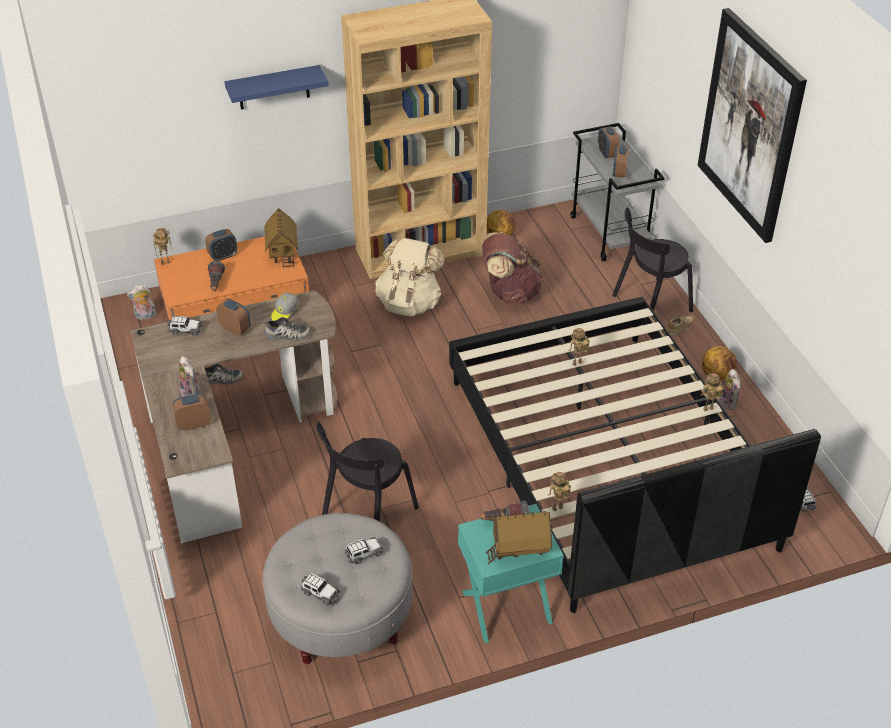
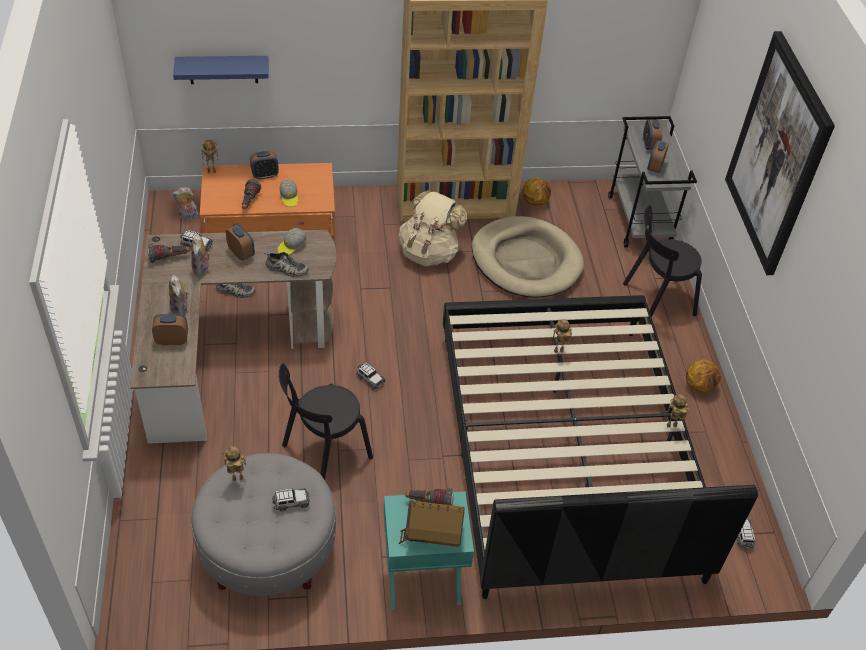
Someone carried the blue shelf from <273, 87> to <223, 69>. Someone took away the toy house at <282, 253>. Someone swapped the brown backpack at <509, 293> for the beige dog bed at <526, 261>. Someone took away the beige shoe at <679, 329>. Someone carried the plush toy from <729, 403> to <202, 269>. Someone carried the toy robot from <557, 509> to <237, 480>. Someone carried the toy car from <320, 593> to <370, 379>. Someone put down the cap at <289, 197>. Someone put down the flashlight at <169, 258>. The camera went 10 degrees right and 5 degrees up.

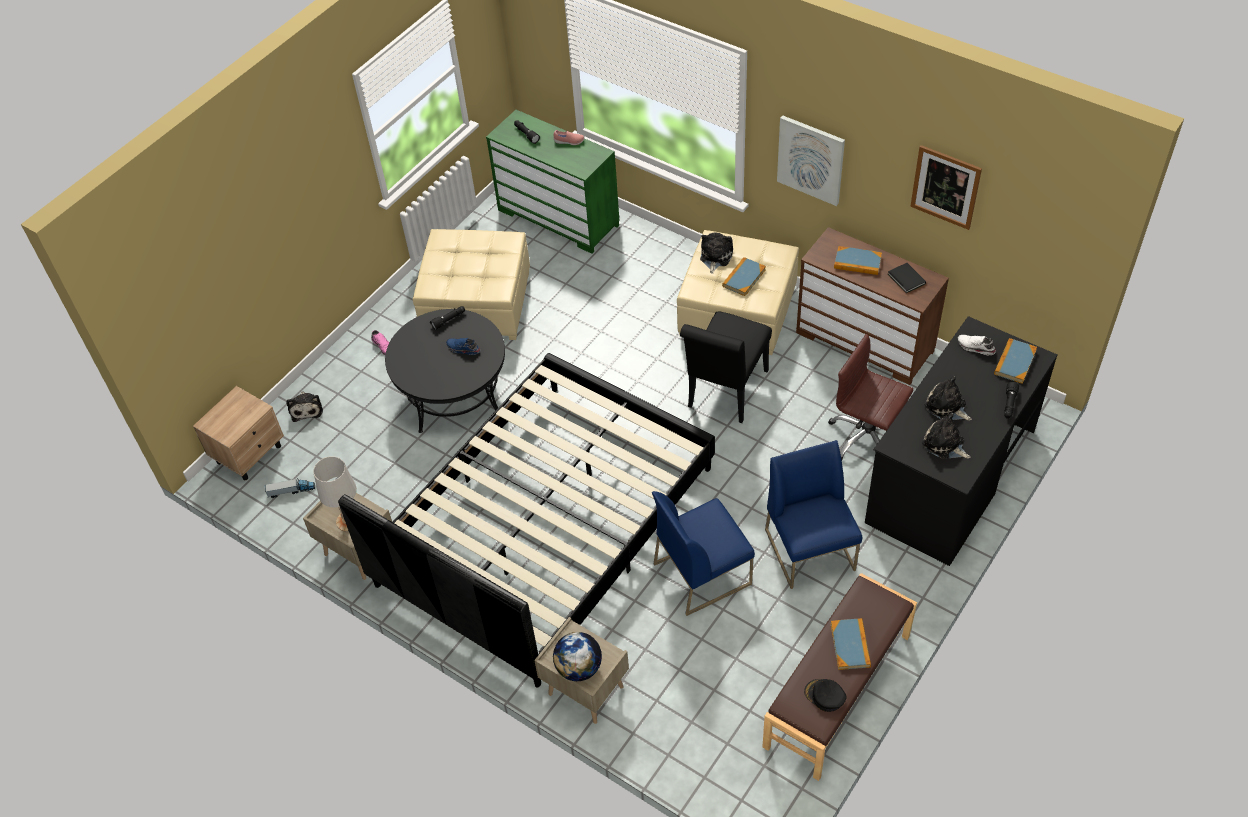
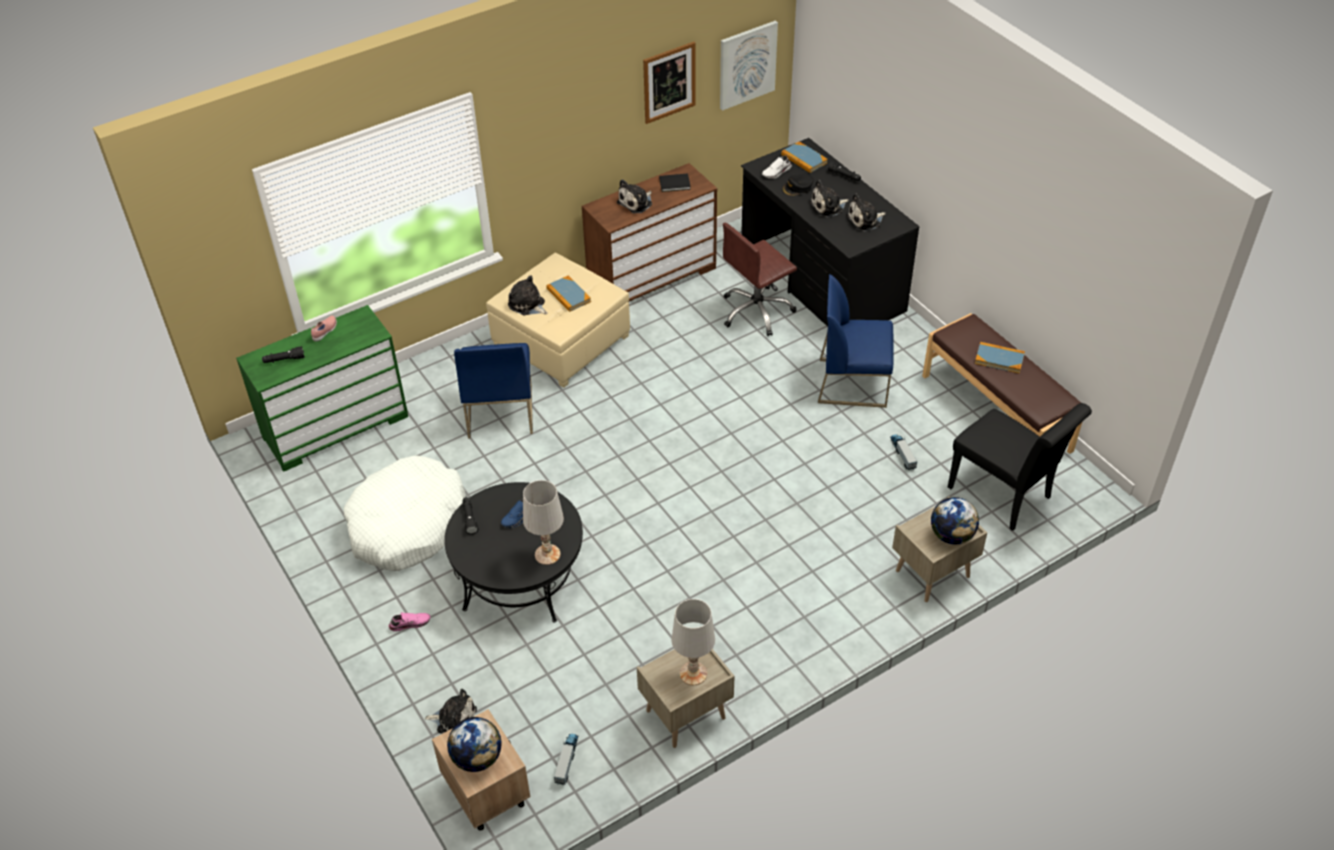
Someone carried the picture from <811, 159> to <747, 64>. Someone swapped the beige ottoman at <478, 303> for the white dog bed at <407, 525>. Someone swapped the book at <857, 262> for the plush toy at <636, 203>. Someone carried the black chair from <725, 393> to <1005, 496>. Someone took away the black bed at <545, 526>. Someone carried the blue chair from <702, 573> to <499, 410>. Someone carried the black cap from <824, 696> to <797, 188>. Someone put down the toy truck at <902, 454>. Someone put down the white table lamp at <547, 554>. Someone put down the globe at <477, 758>. The camera went 70 degrees left and 5 degrees down.

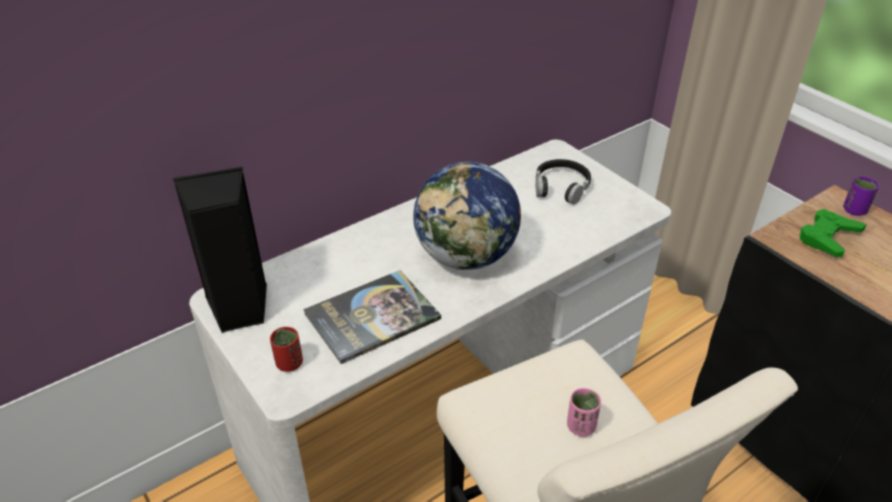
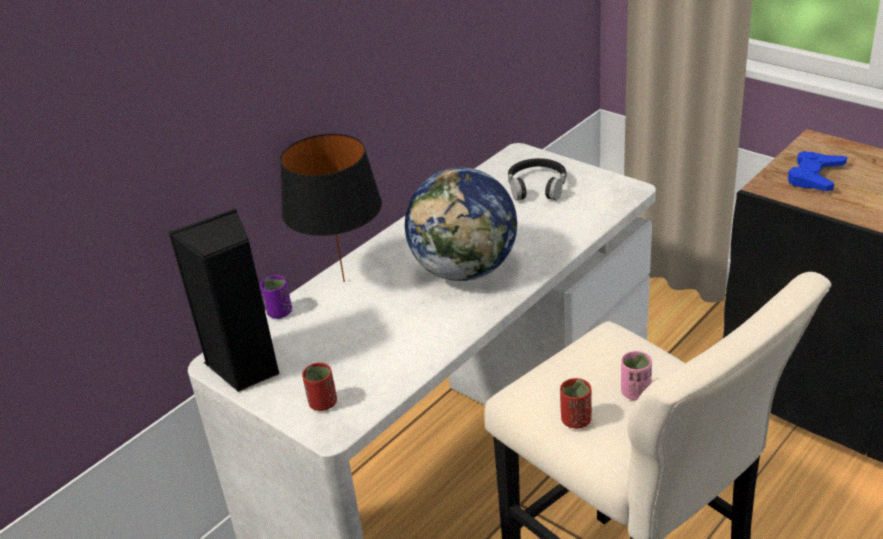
Someone carried the purple cup from <854, 210> to <279, 312>. Someone repainted the green game controller at <828, 237>, which became the blue game controller at <815, 176>. Someone took away the book at <372, 316>. Someone put down the black table lamp at <343, 280>. Someone put down the red cup at <576, 420>. The camera went 10 degrees left and 5 degrees down.

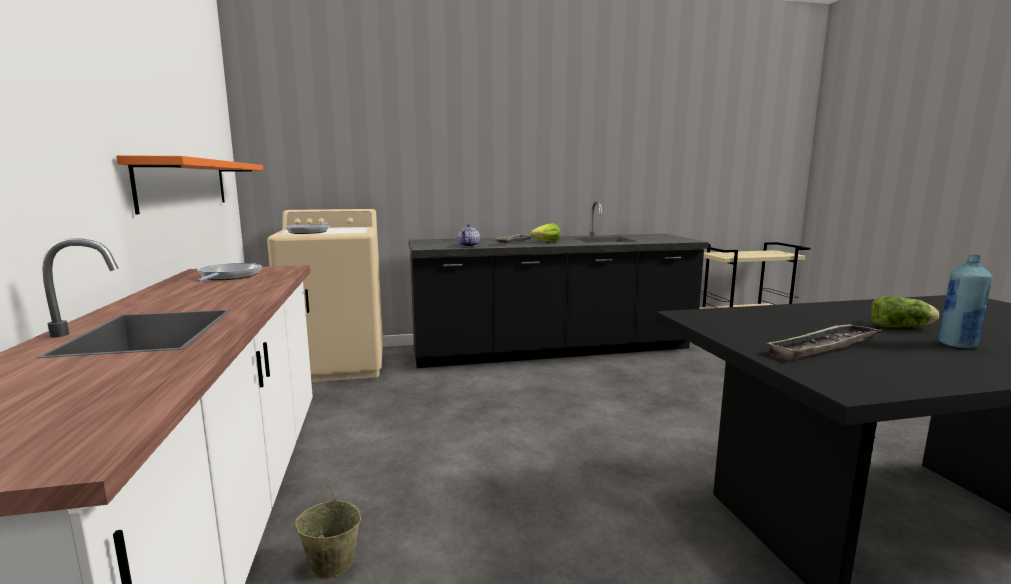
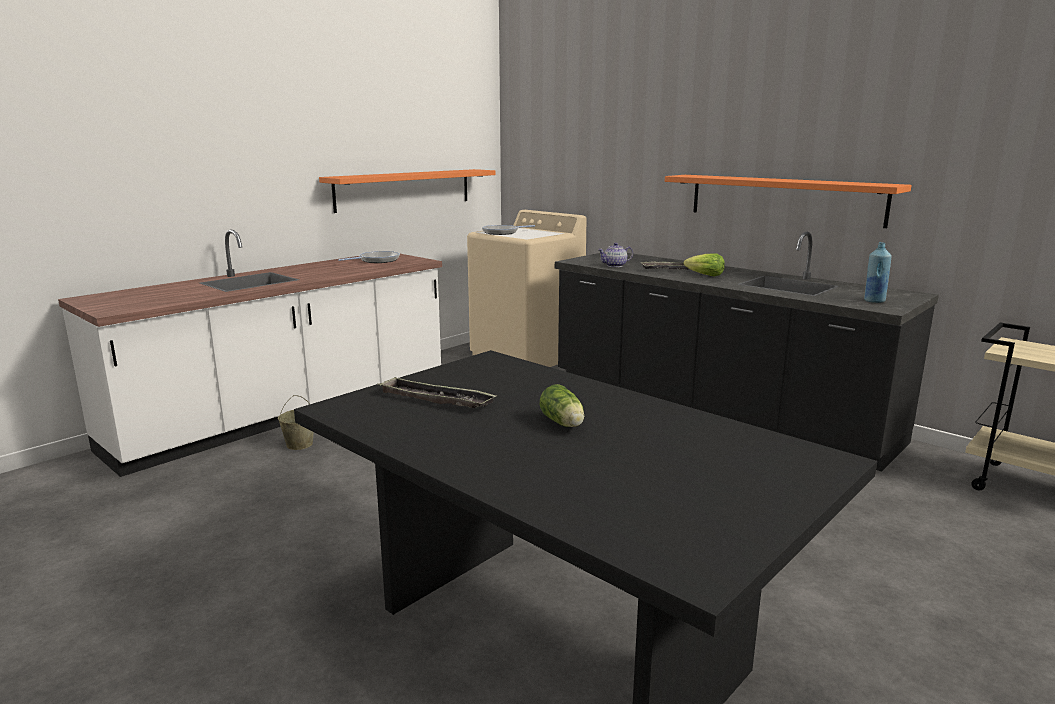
Someone carried the blue bottle from <957, 344> to <874, 301>. Someone put up the orange shelf at <784, 199>. The camera went 55 degrees right and 5 degrees up.

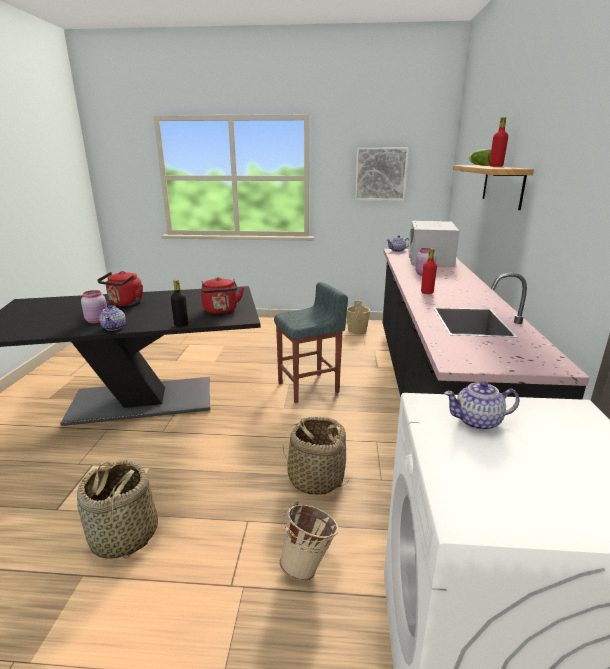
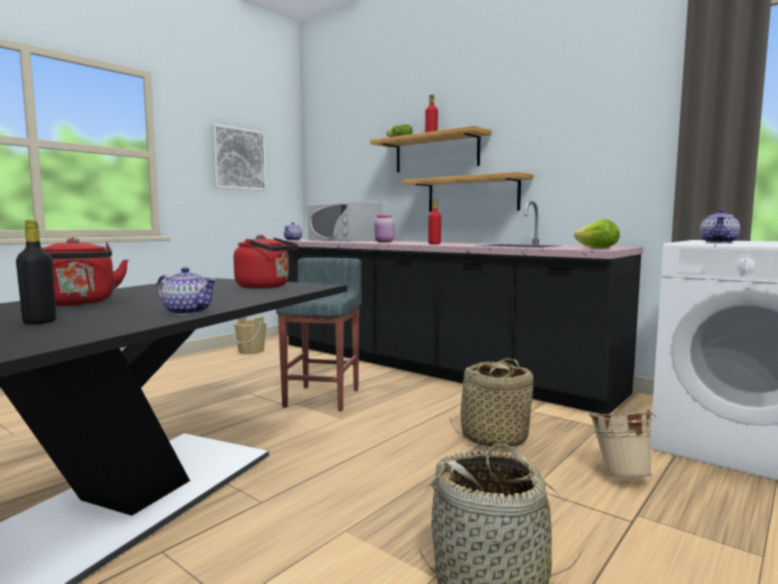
Someone carried the black bottle from <181, 324> to <40, 322>. Someone took away the pink jar at <98, 321>. Someone put up the shelf at <472, 194>. Someone put down the lettuce at <597, 248>. The camera went 55 degrees left and 15 degrees down.

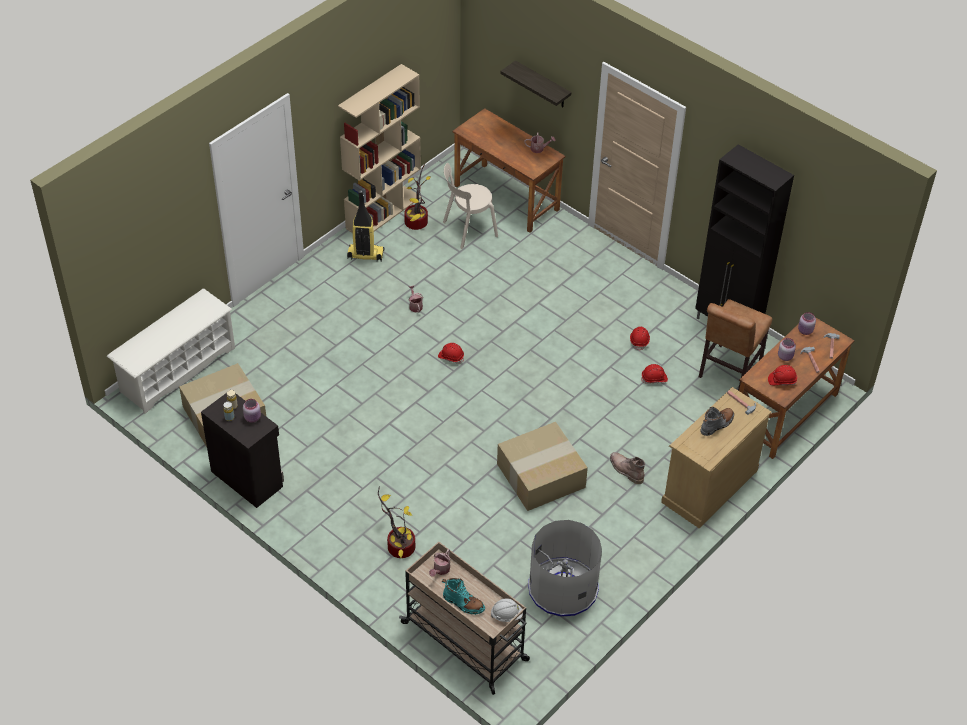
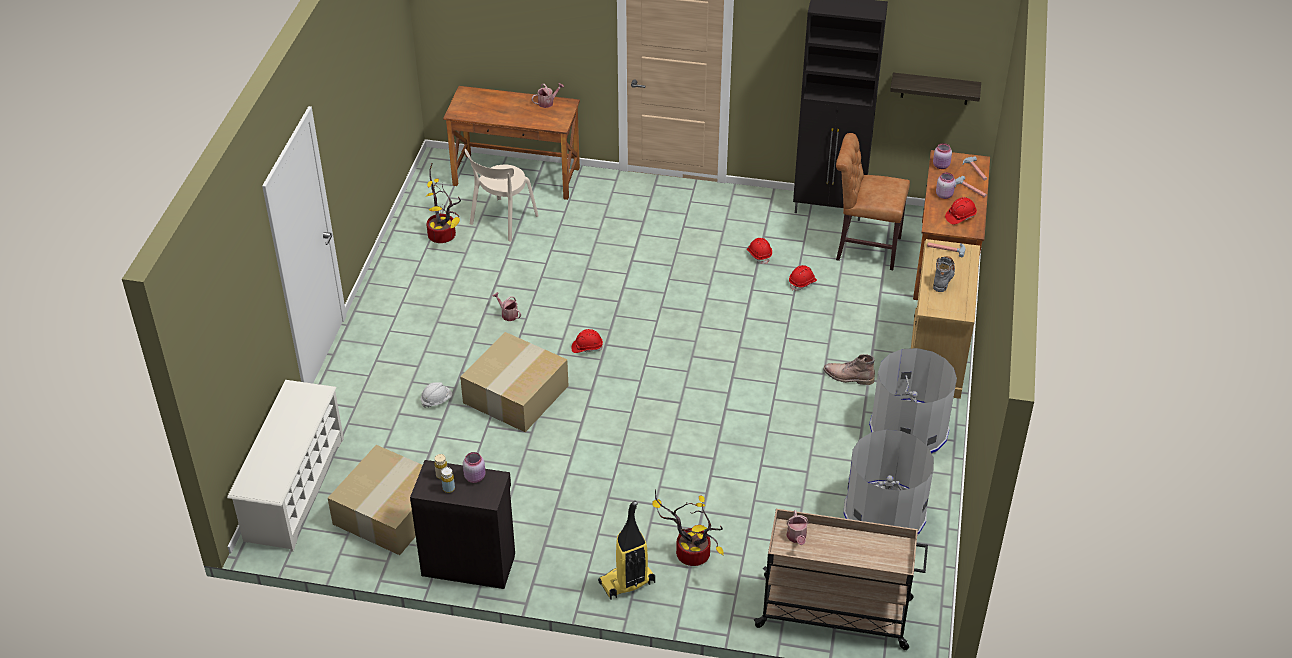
Someone carried the shelf from <542, 85> to <935, 88>. Someone took away the beige bookcase at <383, 212>. Someone carried the vacuum cleaner from <365, 255> to <627, 583>. Someone rotated the brown chair at <728, 372> by 105 degrees clockwise. Someone carried the cardboard box from <540, 477> to <516, 395>. Someone took away the turquoise boot at <463, 603>. Someone carried the white hard hat from <506, 615> to <436, 400>. Someone put down the grey trash can at <908, 429>. The camera went 30 degrees left and 5 degrees down.

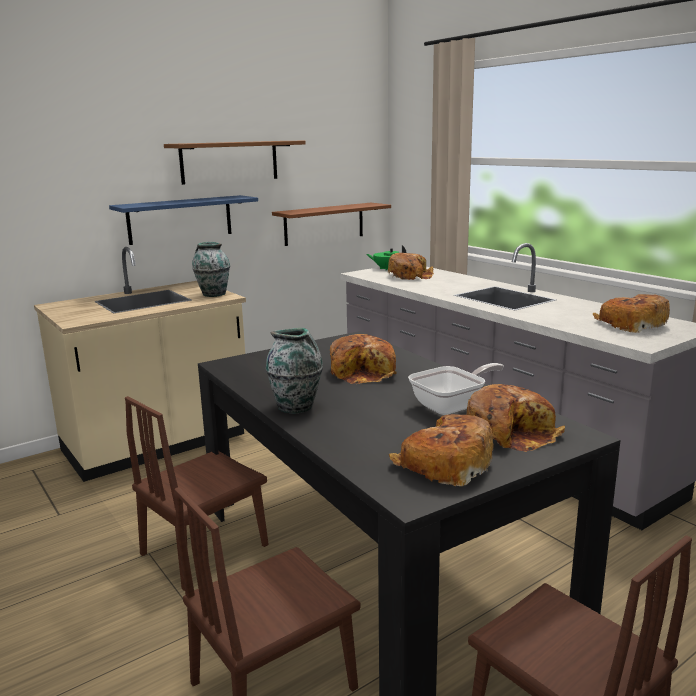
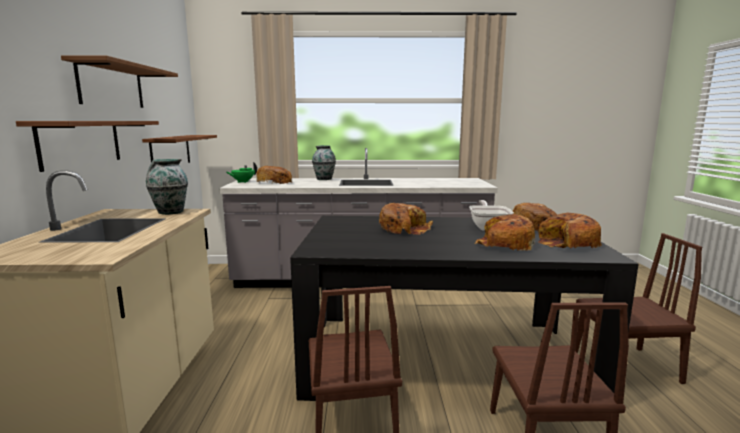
Someone repainted the blue shelf at <180, 219>, which became the brown shelf at <81, 143>. Someone carried the bread from <631, 325> to <503, 244>. Someone carried the vase from <296, 407> to <324, 179>. The camera went 55 degrees left and 5 degrees down.

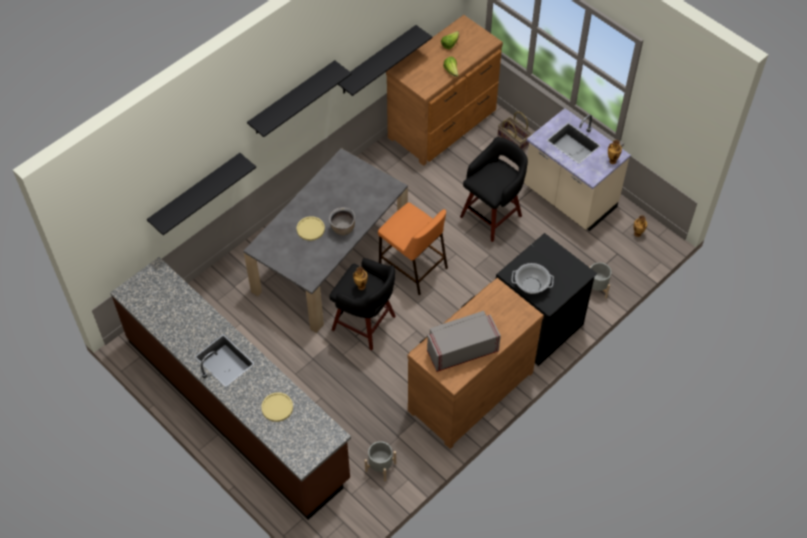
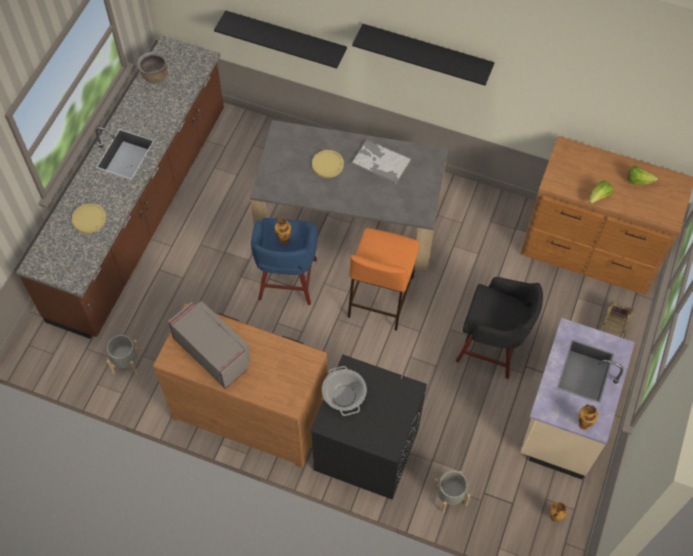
Someone took away the black shelf at <376, 60>. Someone carried the brown cooking pot from <343, 229> to <155, 76>. Someone repainted the black stool at <365, 324>, which became the blue stool at <287, 281>. Someone put down the tray at <380, 162>. The camera went 65 degrees right and 5 degrees up.

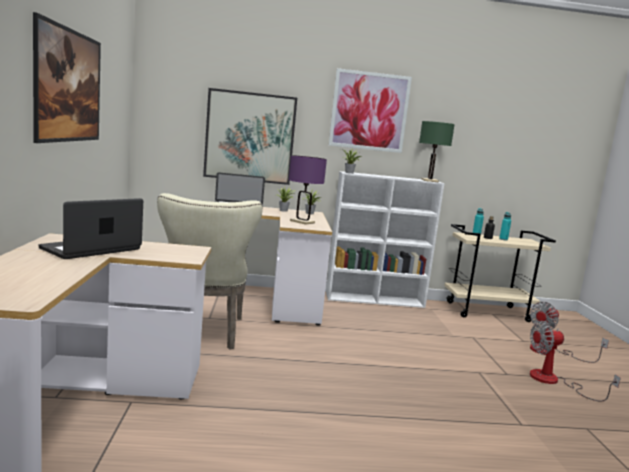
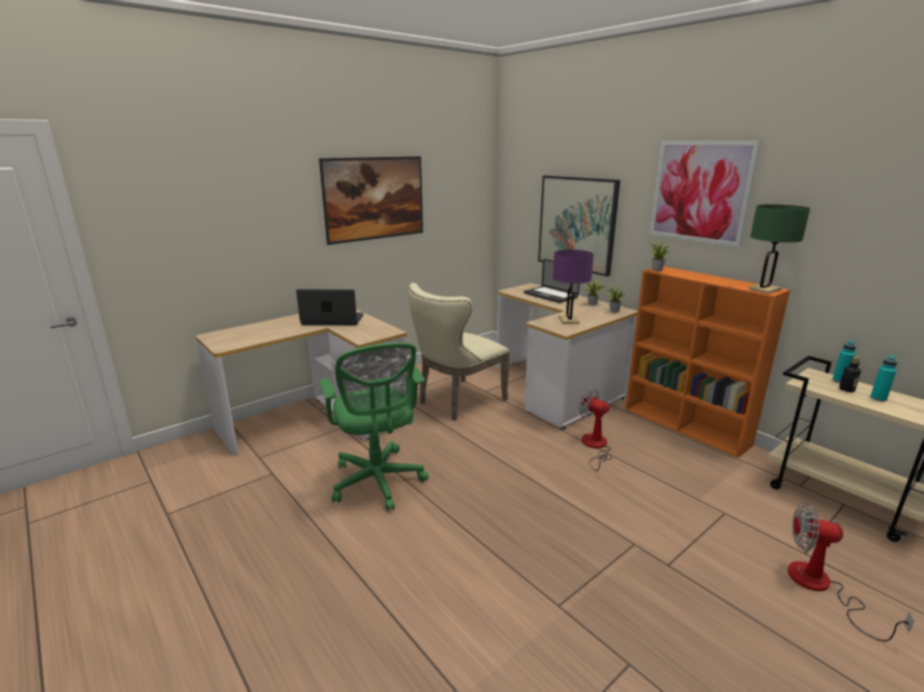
Someone repainted the white bookcase at <375, 299>, which became the orange bookcase at <686, 427>. Someone carried the fan from <554, 381> to <595, 447>. Someone put down the green office chair at <378, 483>. The camera went 55 degrees right and 10 degrees up.

